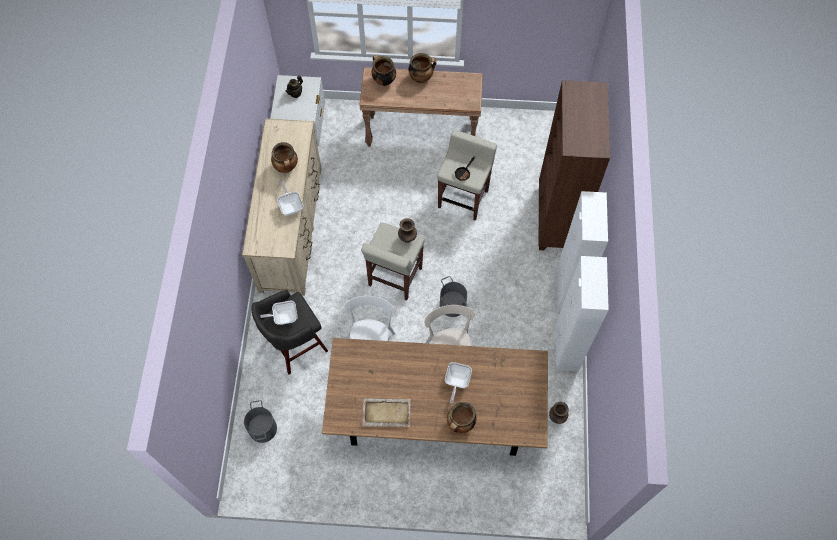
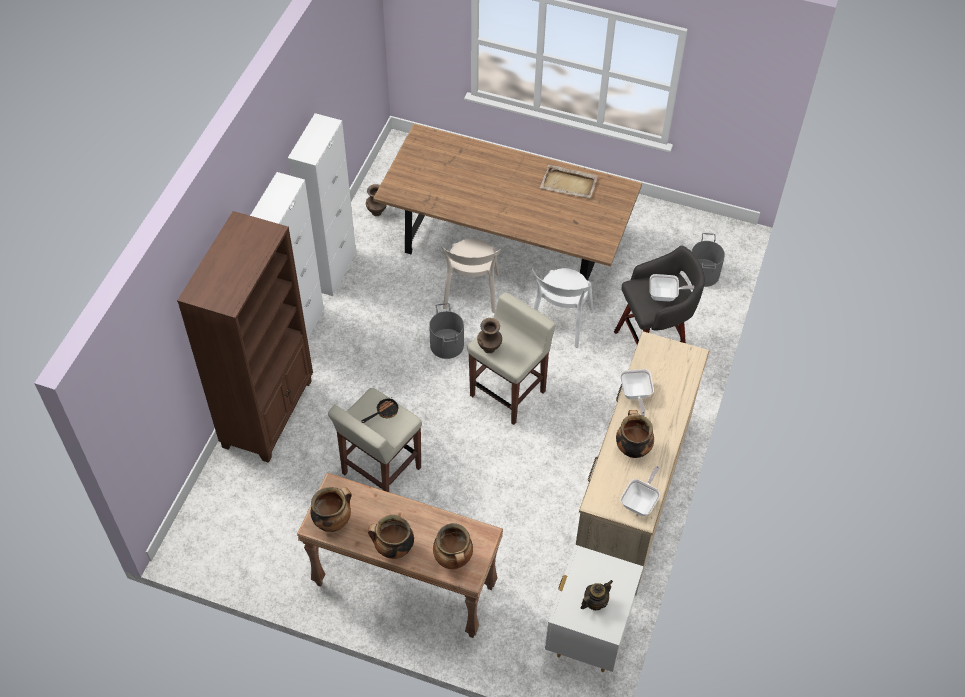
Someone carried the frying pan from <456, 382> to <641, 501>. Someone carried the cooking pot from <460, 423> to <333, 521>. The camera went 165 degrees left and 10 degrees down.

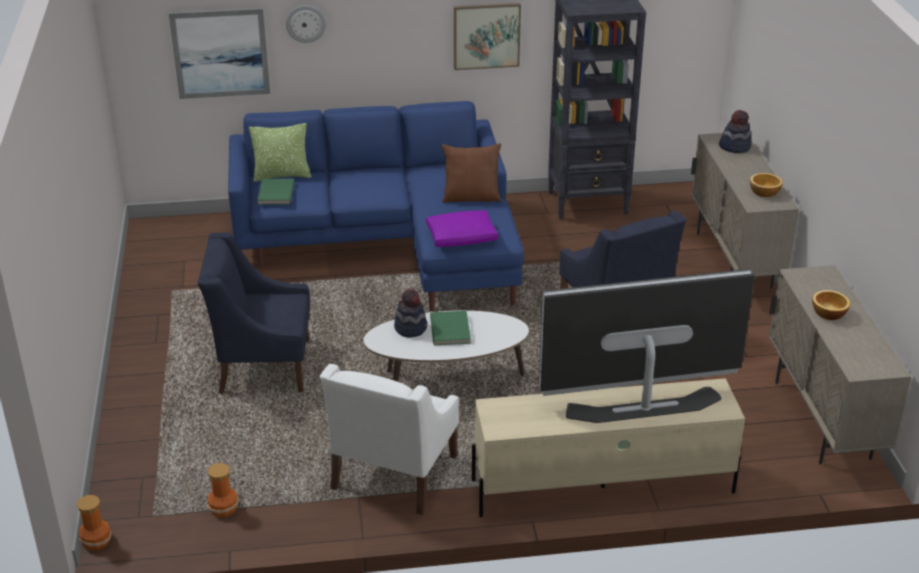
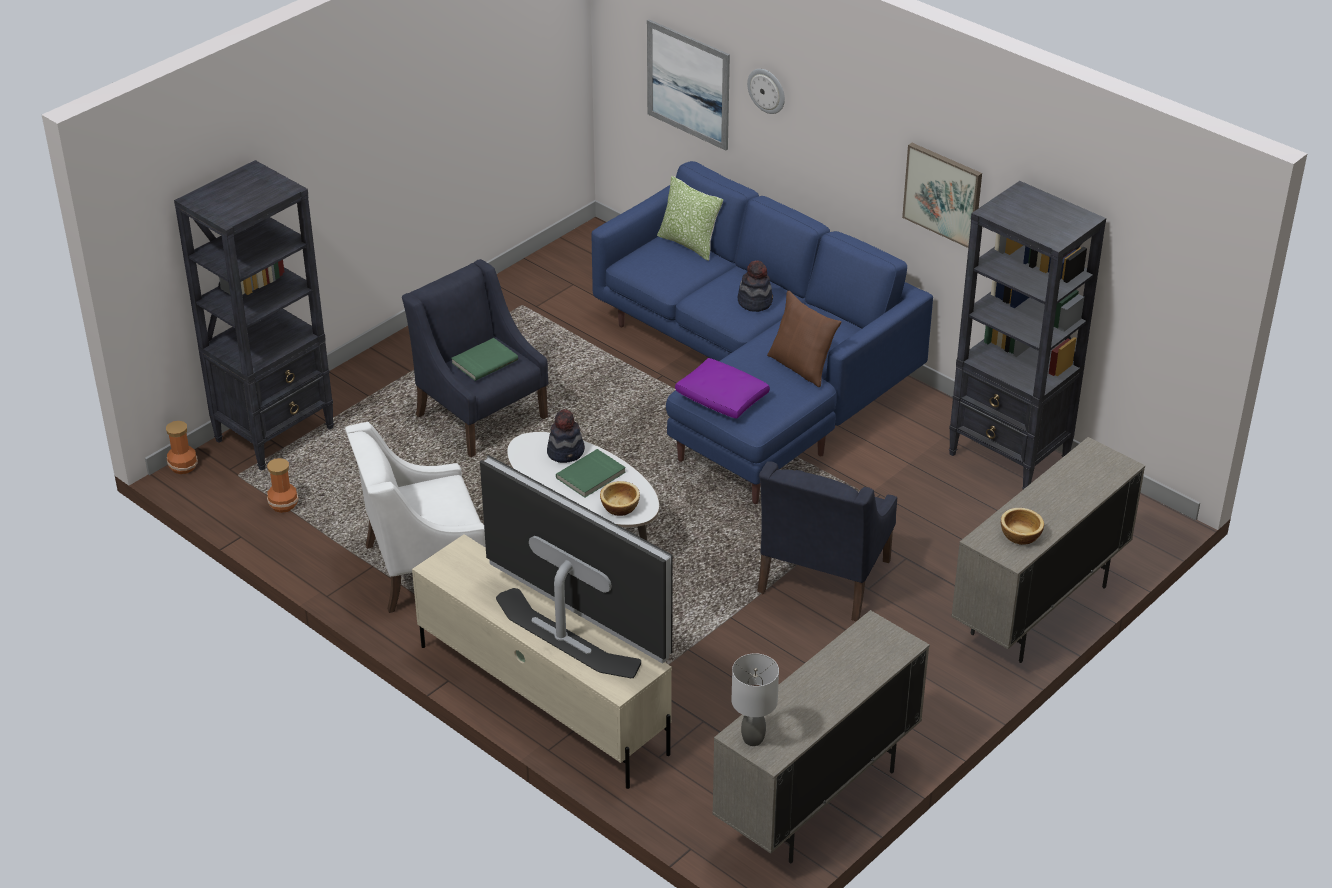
Someone carried the hat from <734, 147> to <755, 302>. Someone carried the green book from <275, 193> to <484, 361>. Someone carried the bowl from <828, 313> to <619, 506>. Someone put down the black bookcase at <276, 434>. Someone put down the grey table lamp at <753, 739>. The camera went 50 degrees right and 5 degrees up.

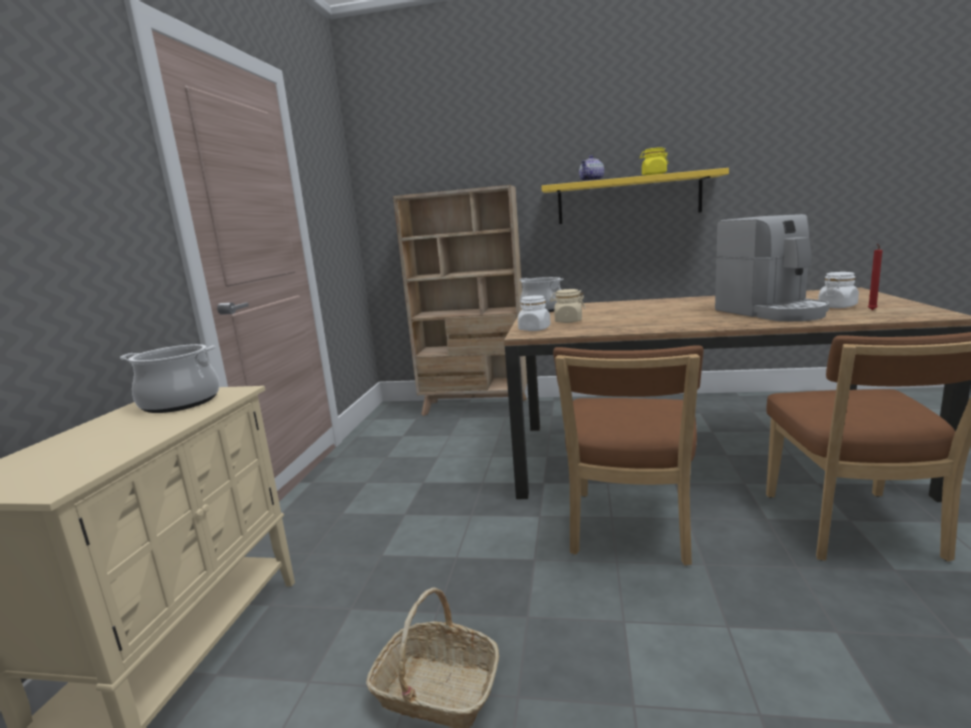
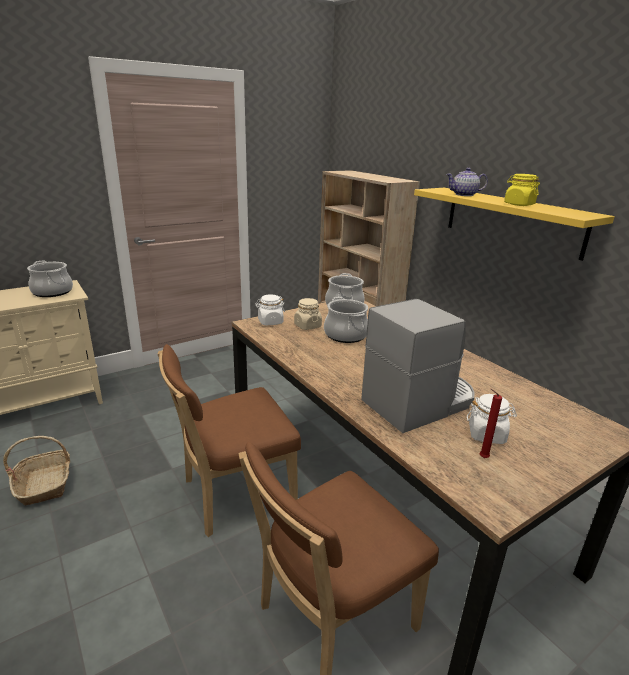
Someone rotated the coffee machine at <771, 312> by 150 degrees counterclockwise. Someone put down the cooking pot at <345, 335>. The camera went 45 degrees right and 10 degrees up.

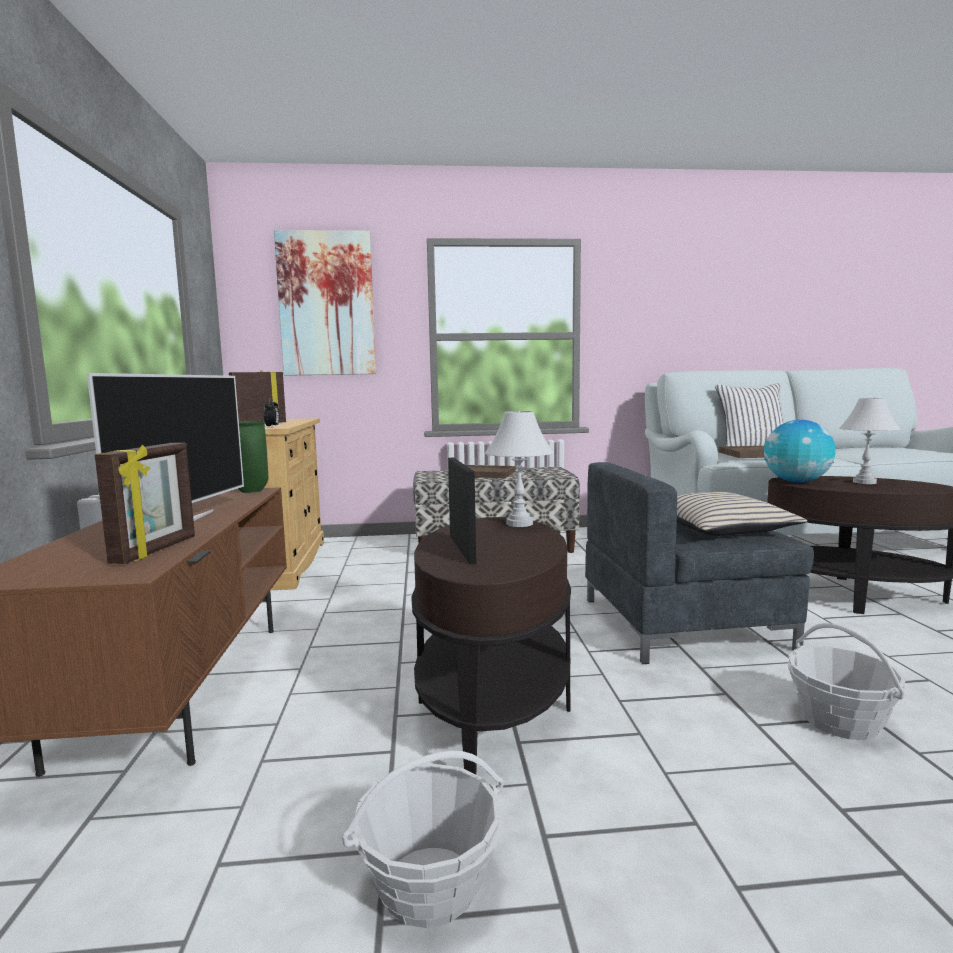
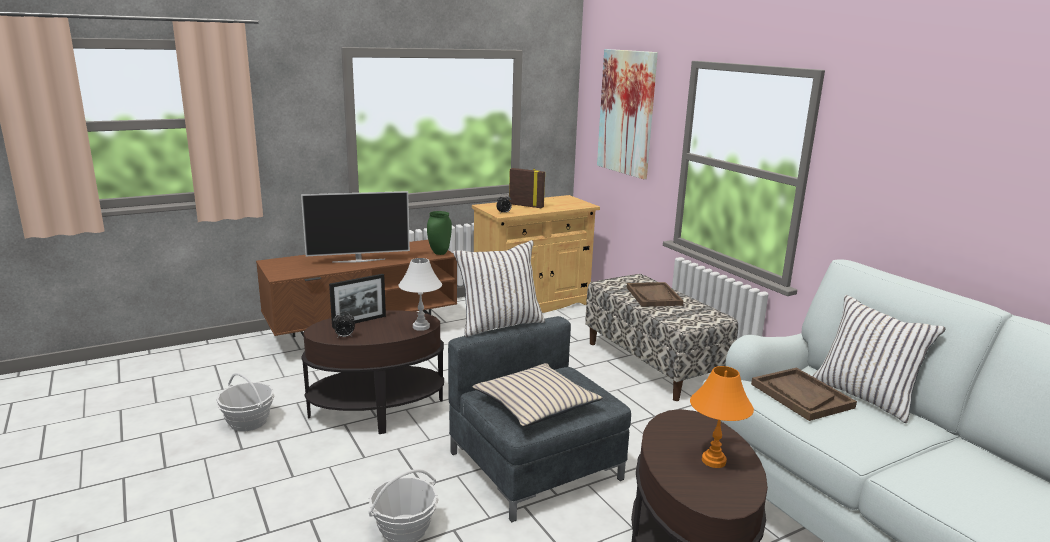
Someone repainted the white table lamp at <863, 482>, which became the orange table lamp at <713, 460>. Someone took away the globe at <797, 482>. Someone took away the picture frame at <156, 550>. Someone put down the white pillow at <499, 324>. Someone put down the alarm clock at <344, 337>. The camera went 65 degrees right and 10 degrees up.

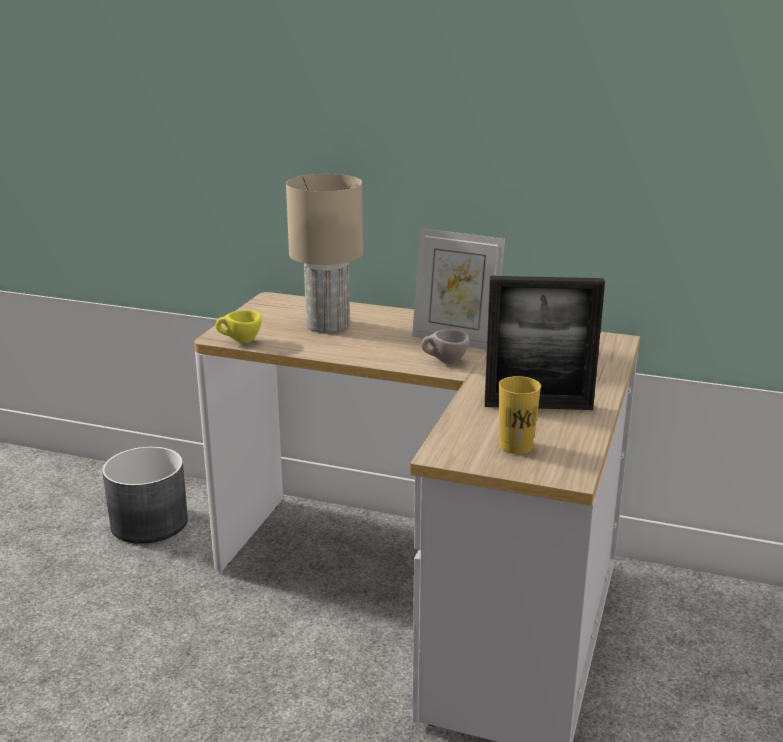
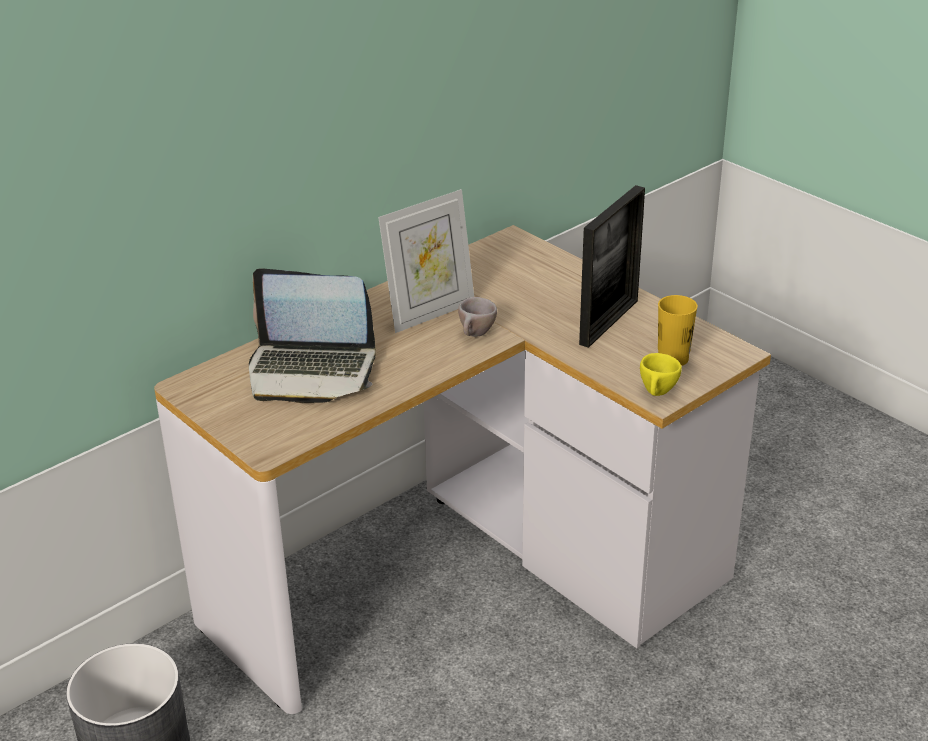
Someone swapped the beige table lamp at <329, 325> for the laptop at <311, 371>. Someone carried the yellow cup from <240, 342> to <657, 394>. The camera went 60 degrees left and 10 degrees up.

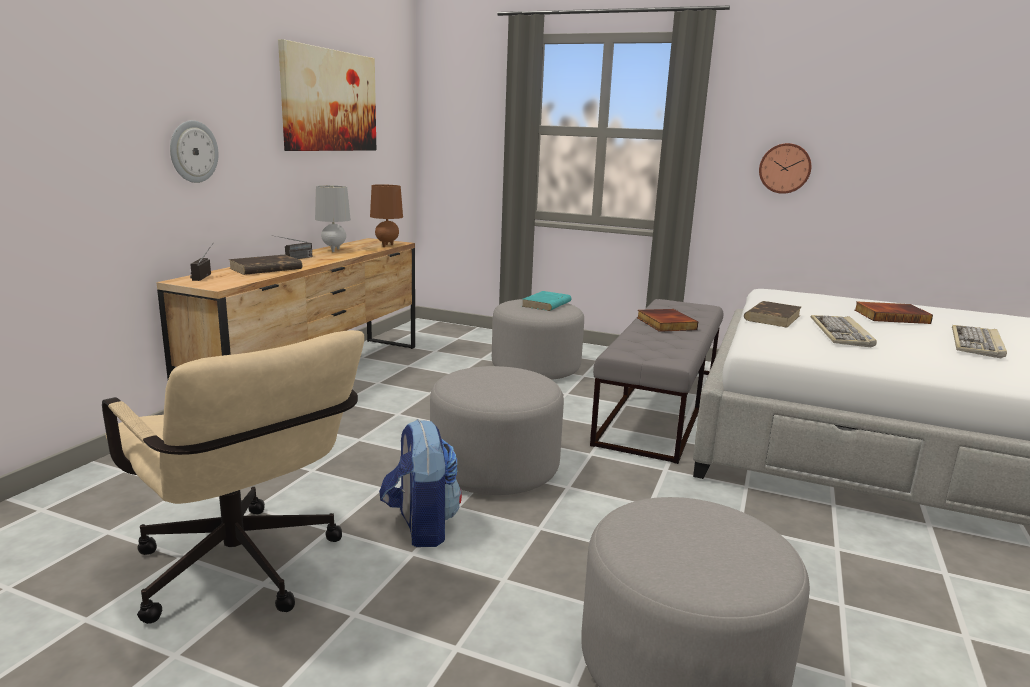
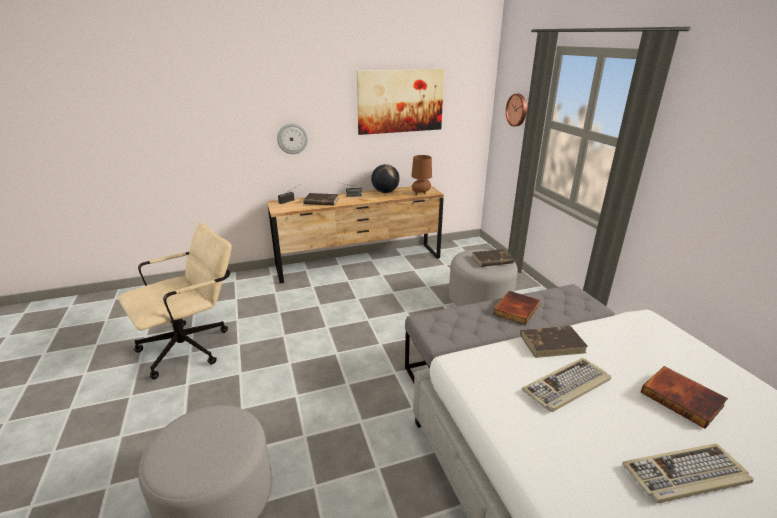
Someone carried the wall clock from <785, 168> to <517, 110>. Someone swapped the grey table lamp at <334, 250> for the globe at <385, 192>. Someone repainted the turquoise book at <546, 304>, which became the brown book at <491, 260>. Someone rotated the beige office chair at <245, 574> by 135 degrees counterclockwise. Someone took away the grey ottoman at <494, 468>. Someone took away the backpack at <421, 526>. The camera went 50 degrees right and 10 degrees up.

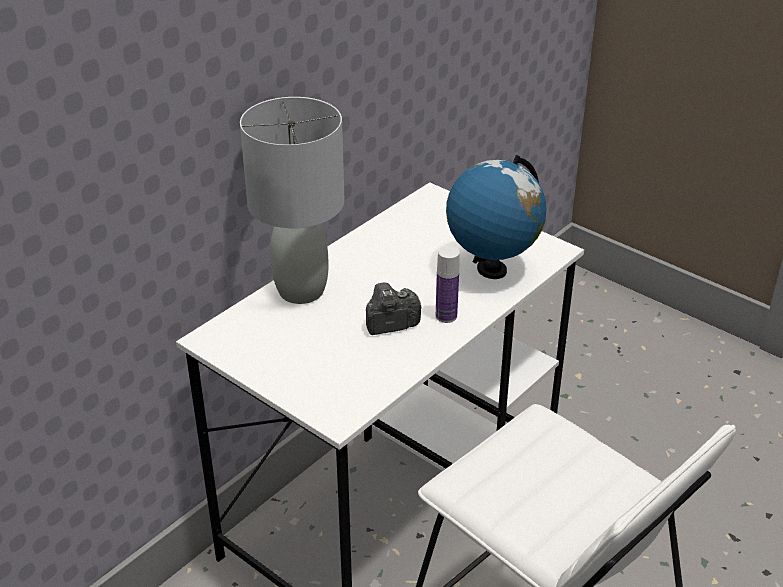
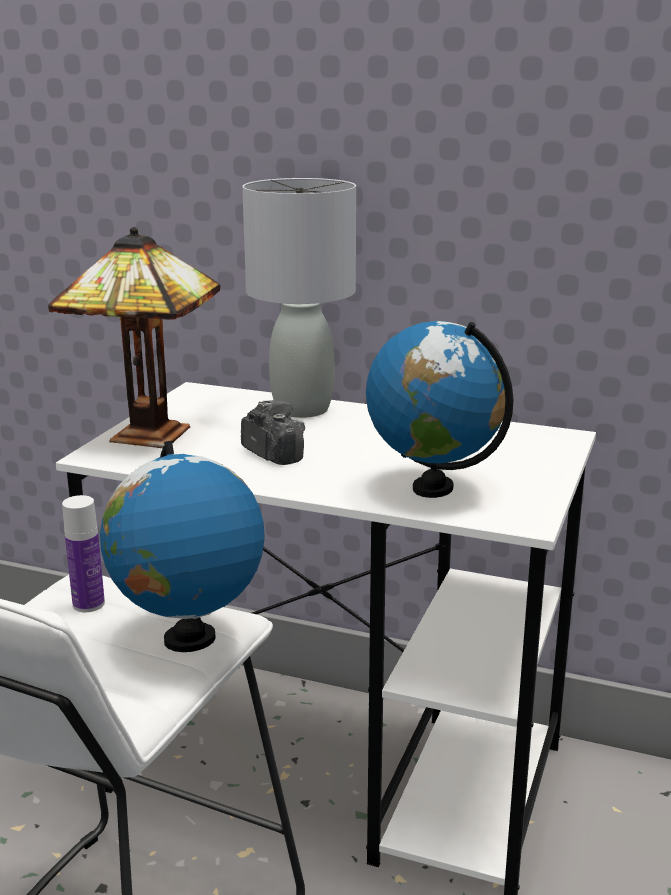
Someone carried the bottle from <446, 316> to <88, 604>. Someone put down the table lamp at <143, 436>. Someone put down the globe at <188, 639>. The camera went 70 degrees right and 15 degrees down.

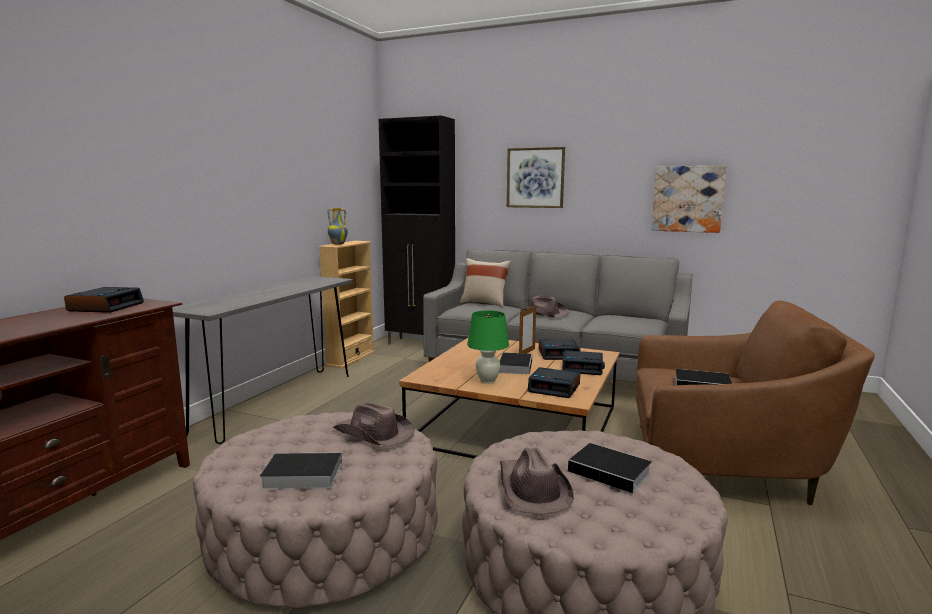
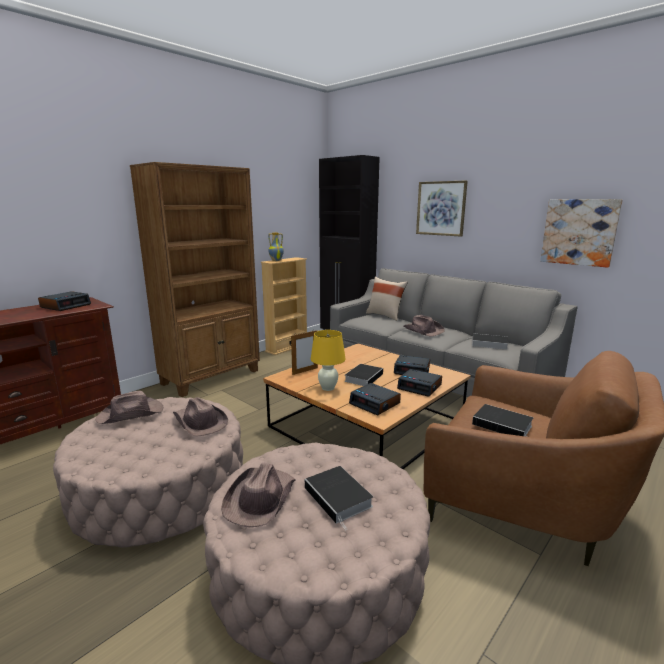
Someone swapped the grey console table at <278, 402> for the brown bookcase at <212, 377>. Someone carried the picture frame from <527, 353> to <305, 371>. Someone repainted the green table lamp at <488, 381>, which became the yellow table lamp at <328, 388>. Someone carried the book from <300, 476> to <488, 344>. Someone put down the brown hat at <131, 414>. The camera went 20 degrees right and 5 degrees up.

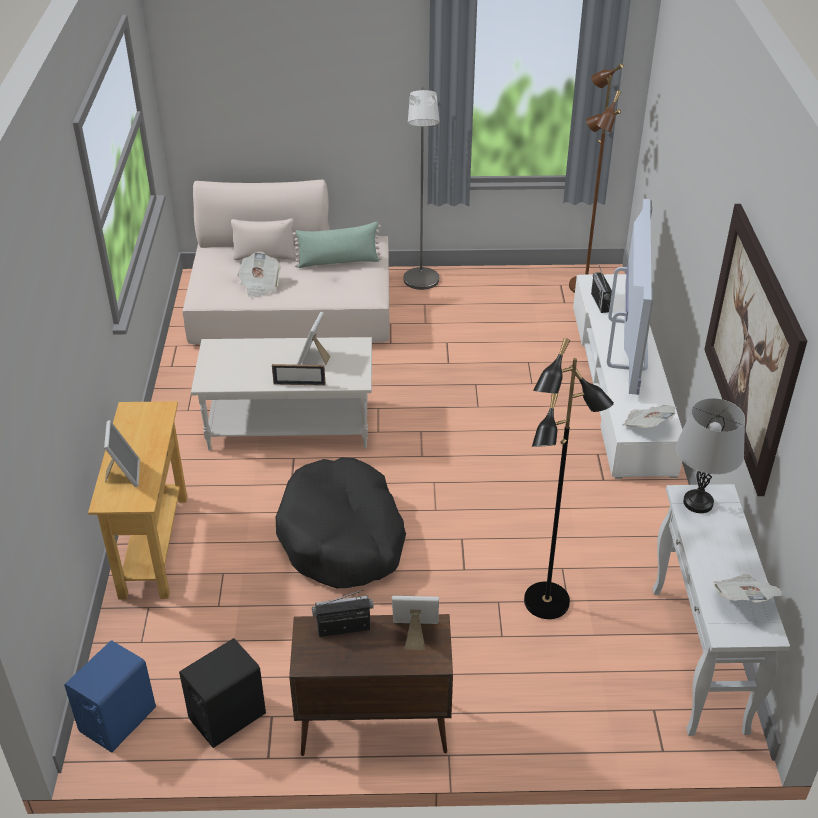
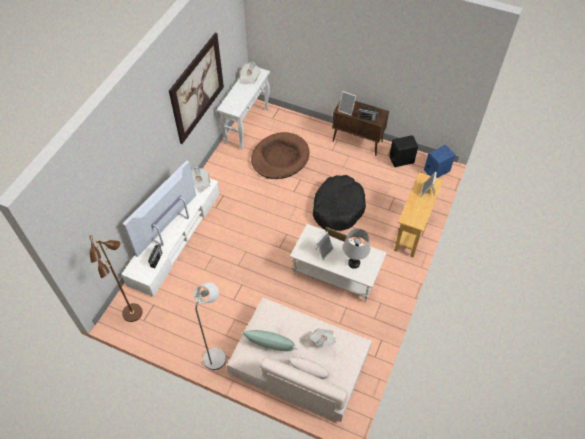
Someone swapped the black floor lamp at <547, 603> for the brown dog bed at <280, 158>. Someone carried the grey table lamp from <698, 503> to <354, 263>. The camera went 155 degrees left and 15 degrees up.

